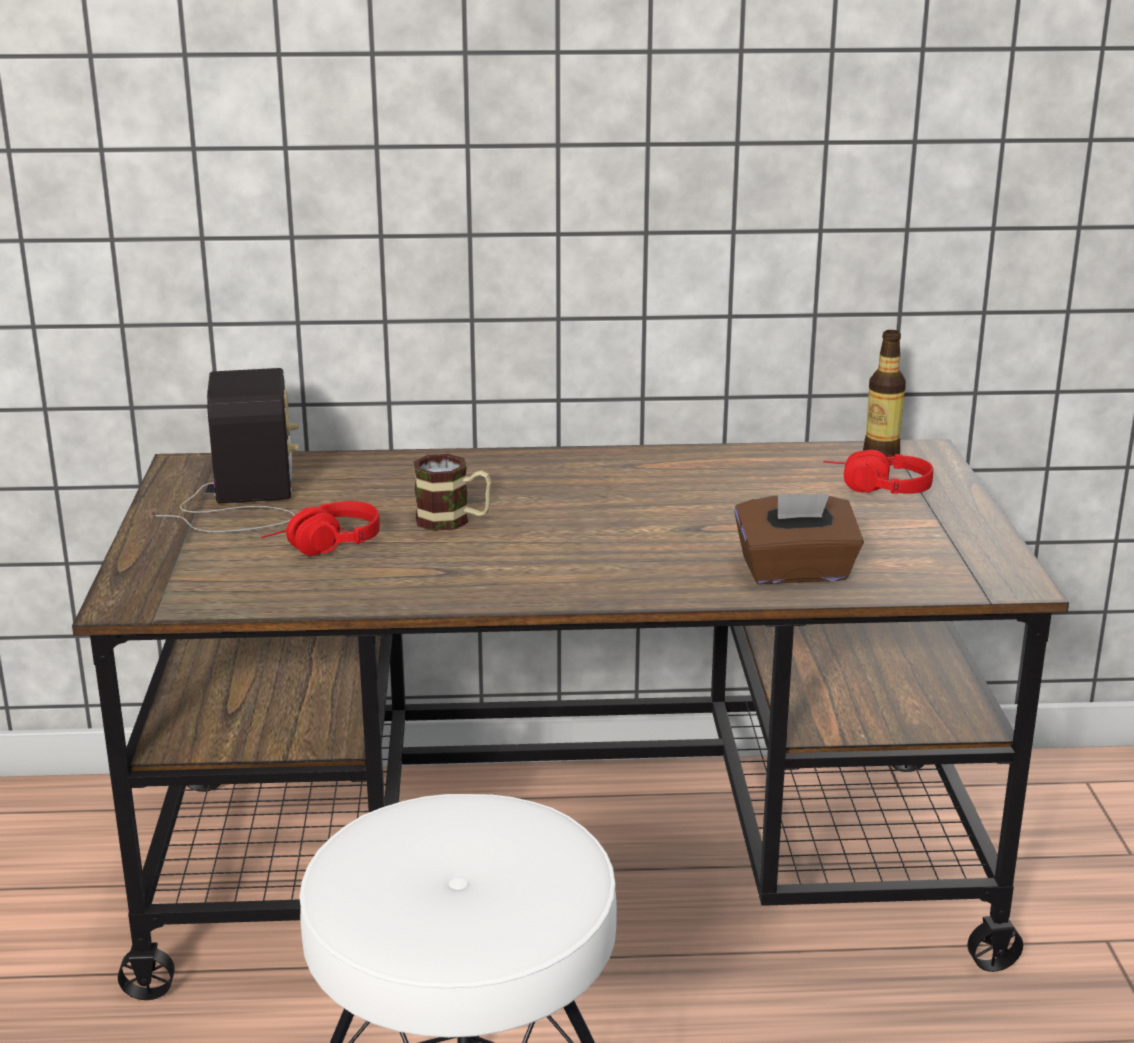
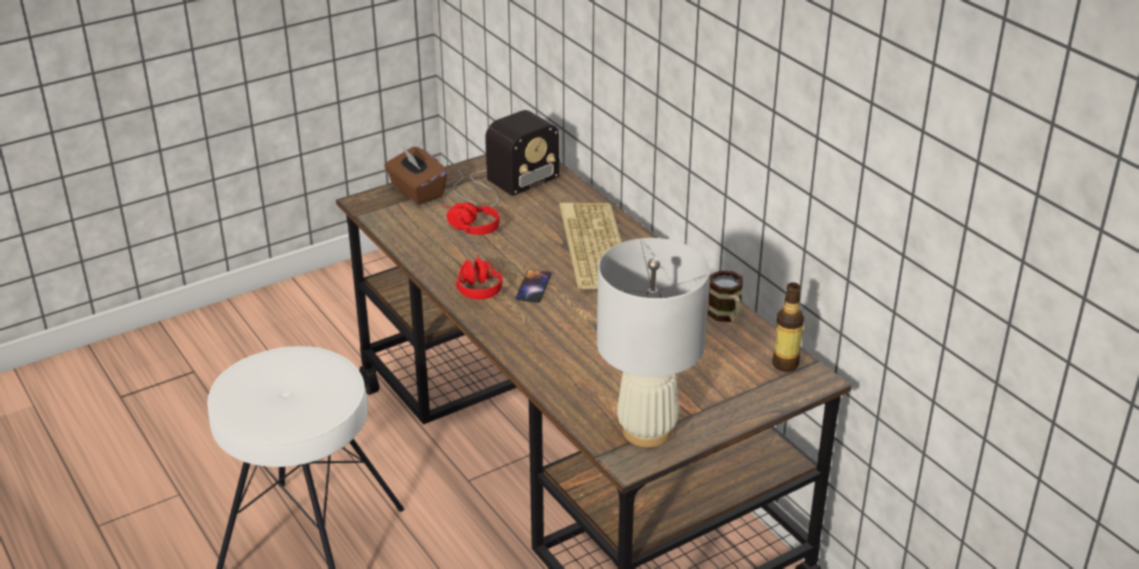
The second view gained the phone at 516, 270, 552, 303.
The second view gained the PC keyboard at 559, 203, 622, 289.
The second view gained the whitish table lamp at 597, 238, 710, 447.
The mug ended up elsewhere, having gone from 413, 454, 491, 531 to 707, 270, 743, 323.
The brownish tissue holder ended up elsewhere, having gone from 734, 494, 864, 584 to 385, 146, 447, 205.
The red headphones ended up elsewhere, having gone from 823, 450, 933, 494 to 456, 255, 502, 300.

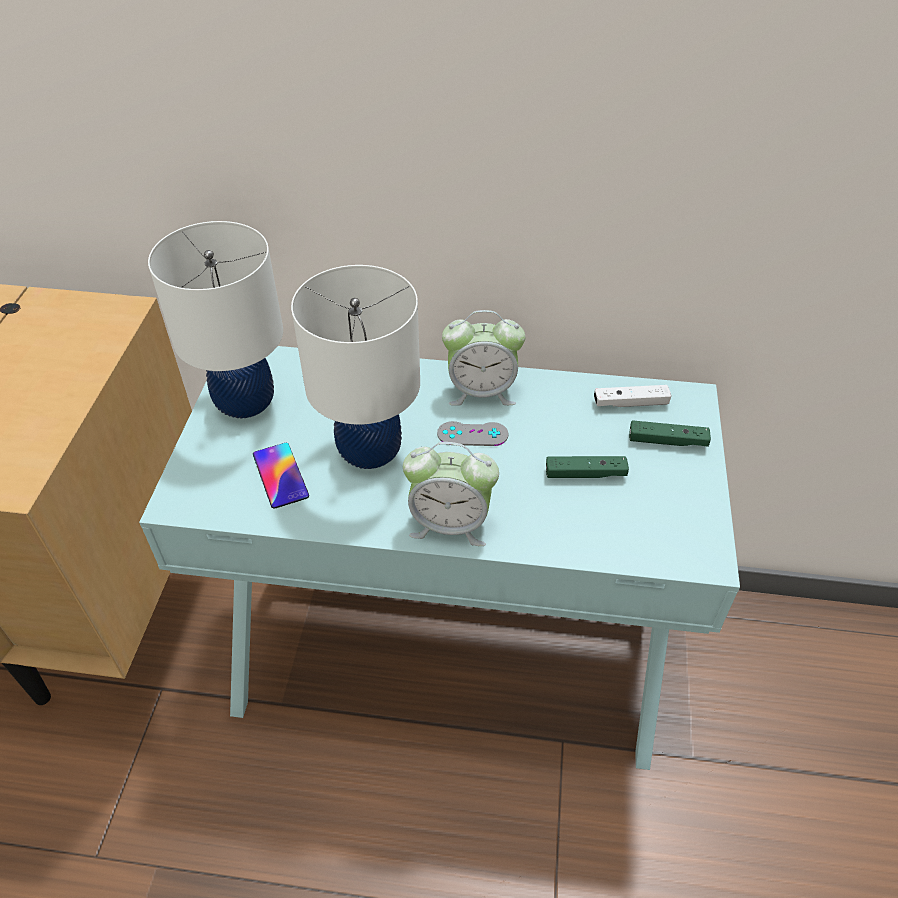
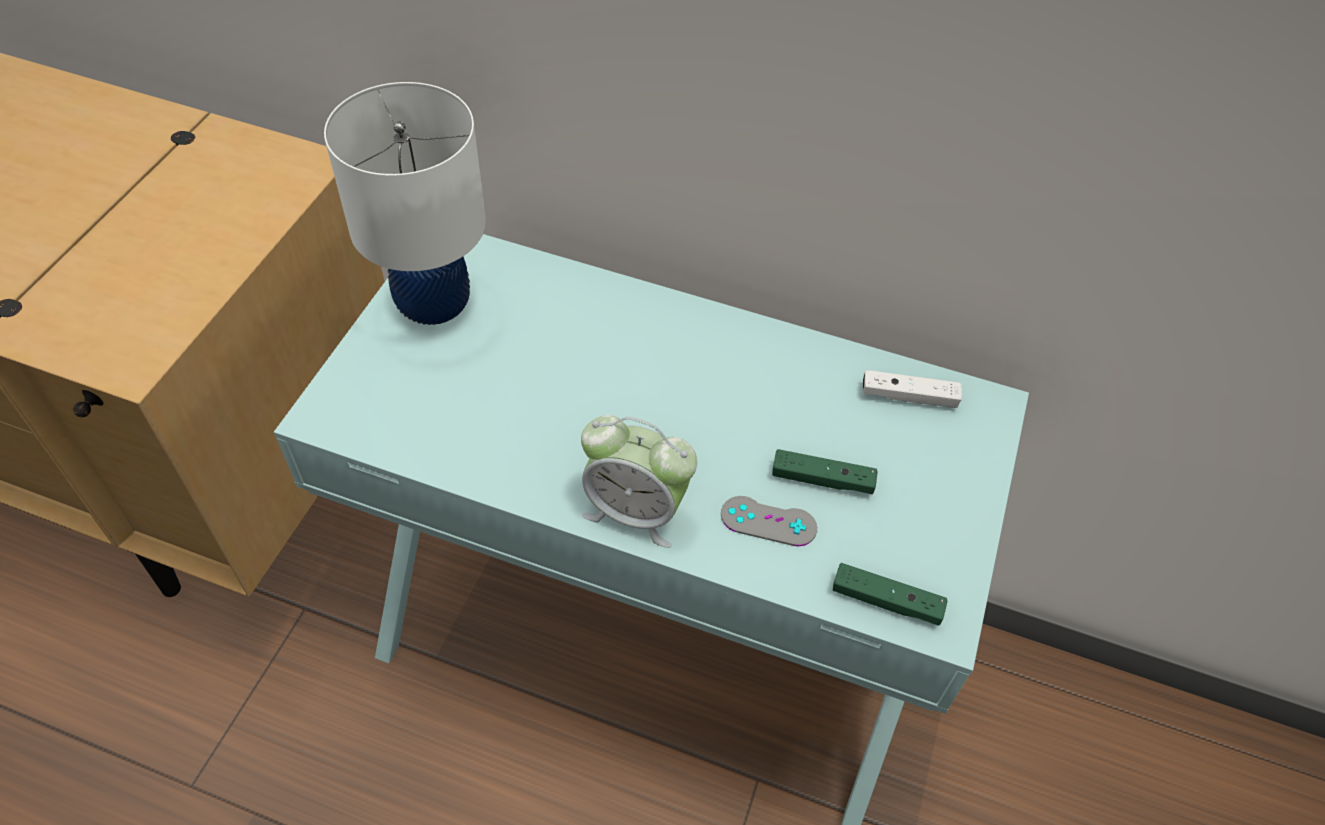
The second view lost the phone at 253, 443, 309, 509.
The second view lost the whitish table lamp at 291, 265, 420, 469.
The second view lost the bedside clock at 442, 310, 525, 406.
The greyish joypad ended up elsewhere, having gone from 437, 421, 508, 446 to 721, 496, 817, 546.
The green joypad ended up elsewhere, having gone from 629, 420, 711, 447 to 833, 563, 947, 626.

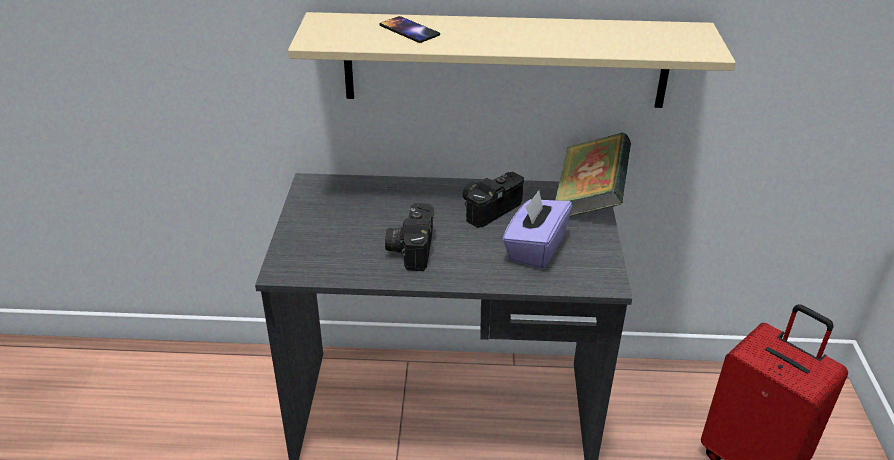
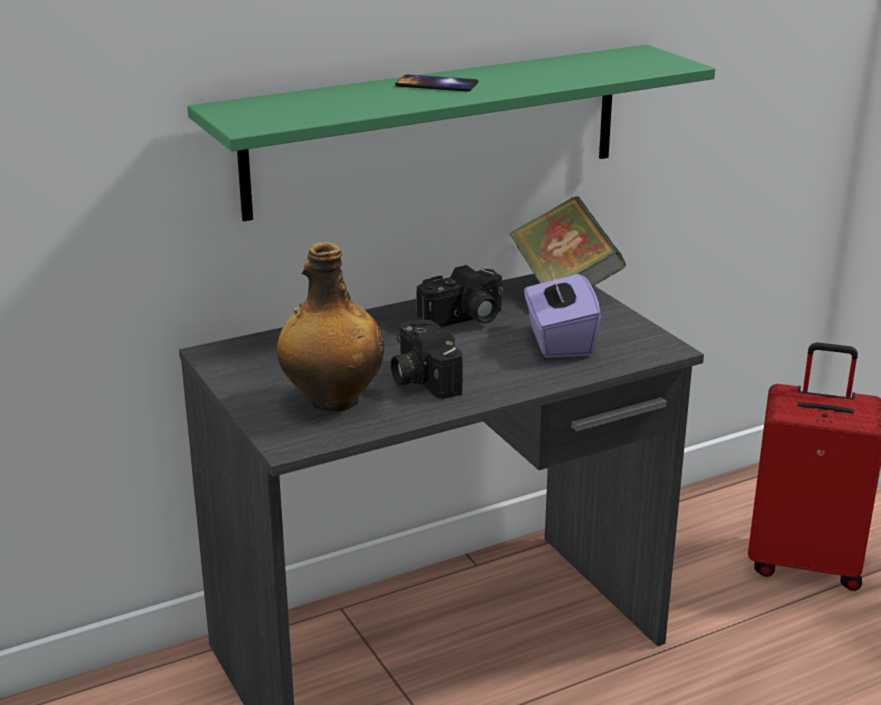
The second view gained the beverage bottle at 277, 242, 385, 412.
The phone ended up elsewhere, having gone from 379, 16, 440, 43 to 395, 75, 478, 91.
What was the beige-coloured shelf at 288, 12, 736, 108 turned into the green shelf at 187, 45, 715, 222.
The photo camera at 462, 172, 524, 228 ended up facing another way, 135 degrees counterclockwise from before.

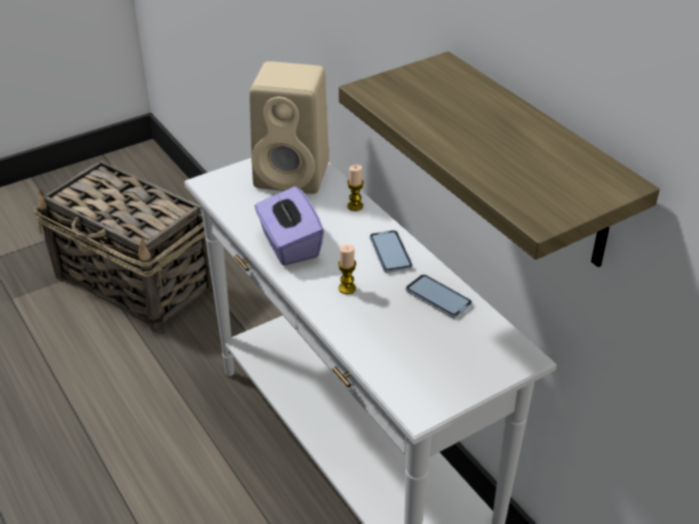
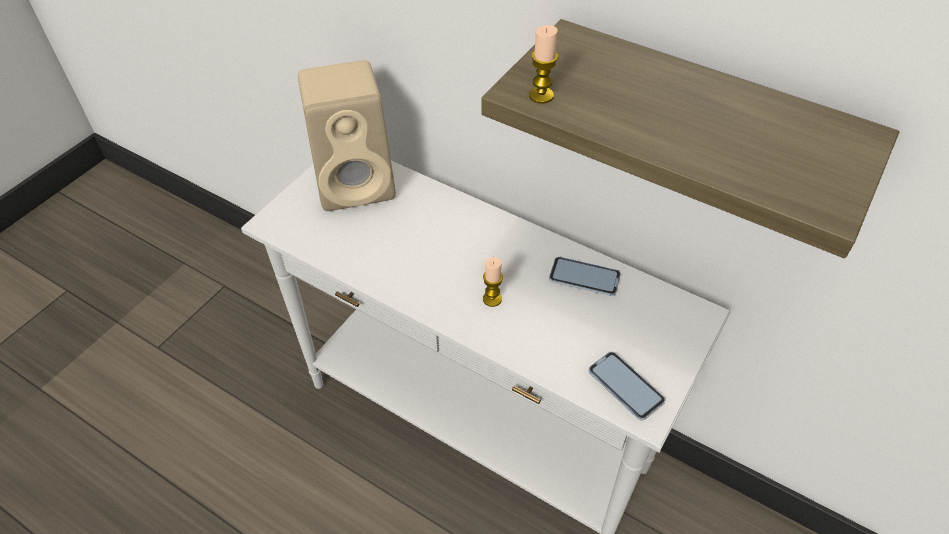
The second view lost the basket at 33, 161, 213, 333.
The second view lost the purple-coloured tissue holder at 255, 186, 324, 266.
The candle ended up elsewhere, having gone from 347, 164, 364, 211 to 529, 25, 558, 104.
The phone ended up elsewhere, having gone from 370, 230, 413, 273 to 588, 352, 665, 420.

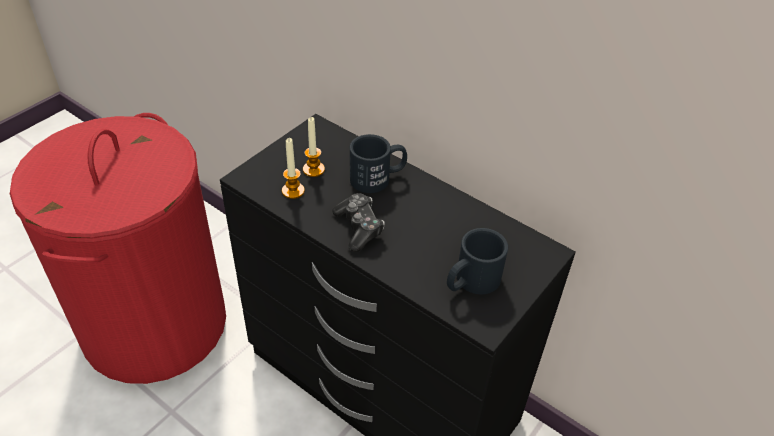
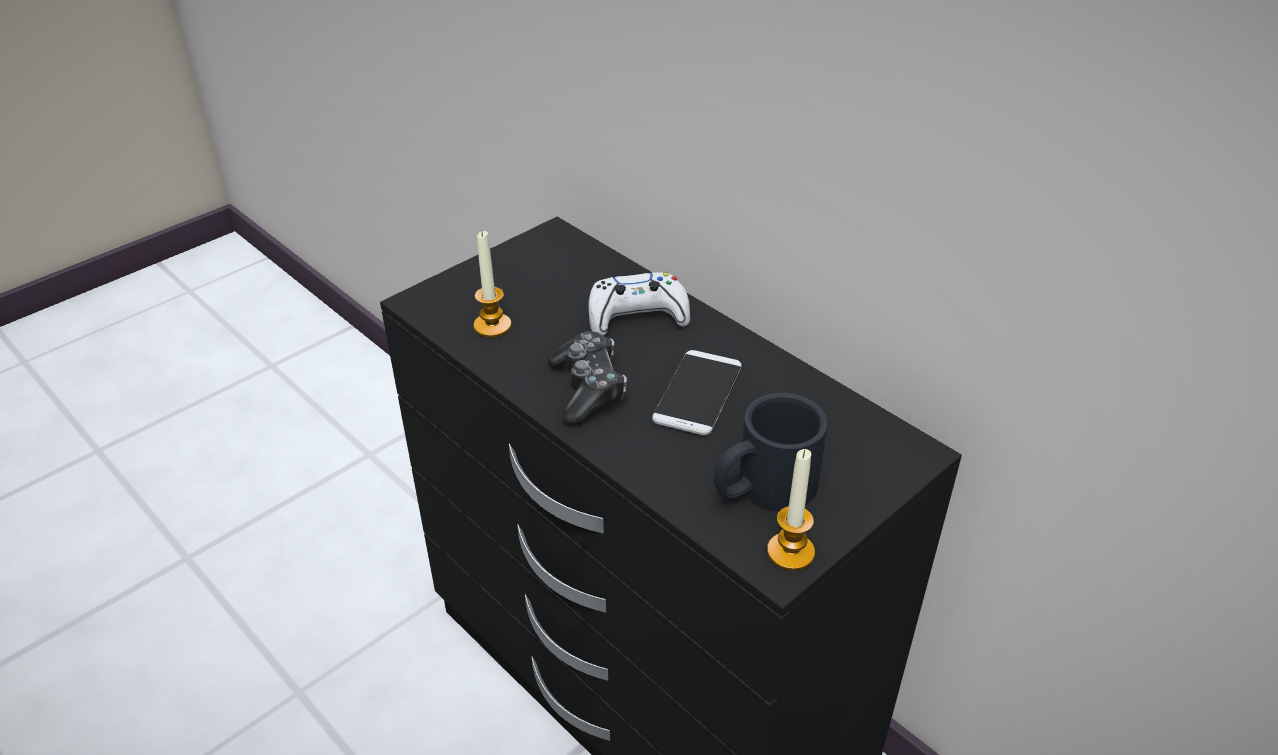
The second view lost the red laundry basket at 10, 113, 226, 384.
The second view gained the phone at 652, 350, 741, 435.
The candle ended up elsewhere, having gone from 303, 117, 325, 177 to 767, 449, 815, 571.
Where the black mug stood at 350, 134, 407, 193, the whitish joypad came to stand at 588, 272, 690, 336.

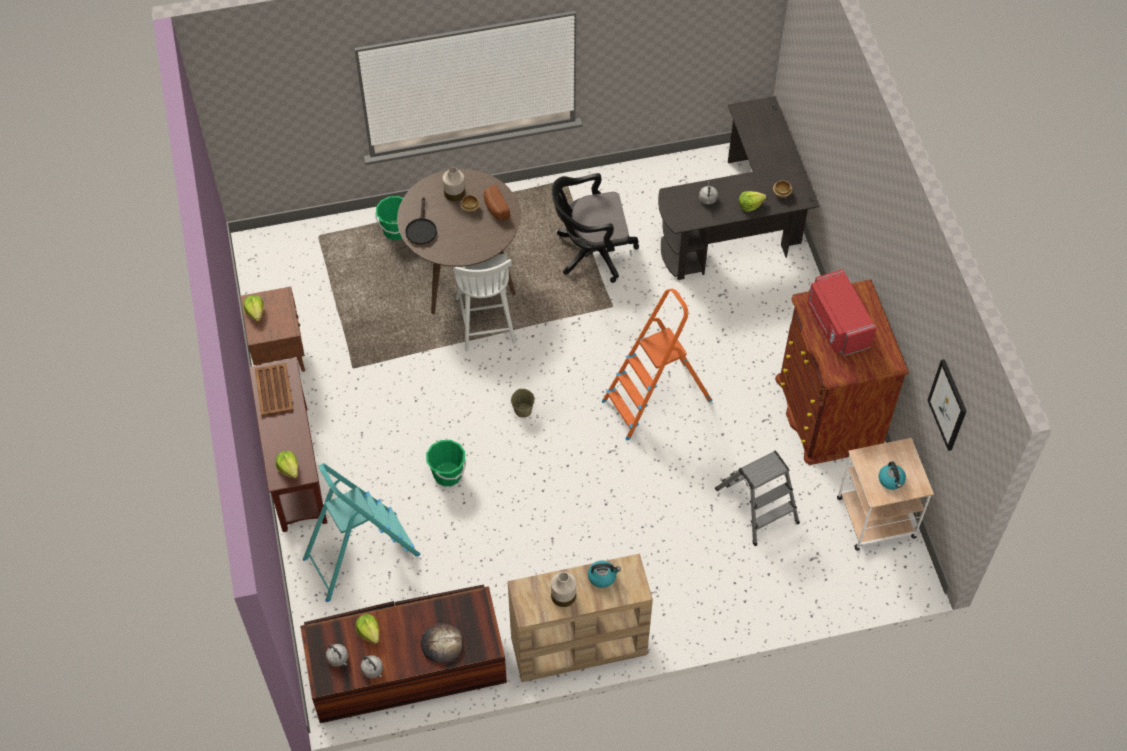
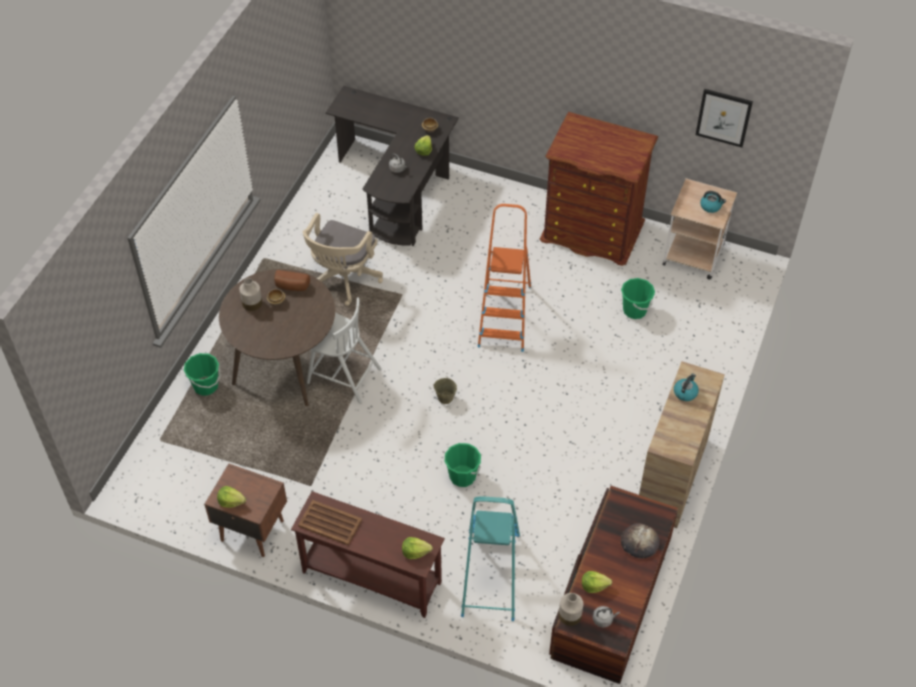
The second view lost the greyish tea kettle at 361, 655, 383, 678.
The second view lost the black skillet at 405, 197, 437, 245.
The second view lost the red kitchen microwave at 807, 269, 876, 356.
The beige-coloured decorative vase ended up elsewhere, having gone from 551, 572, 576, 607 to 558, 593, 583, 626.
Where the greyish step ladder stood at 715, 450, 800, 546, the green pail came to stand at 621, 278, 655, 319.
What was the black office chair at 551, 173, 639, 283 turned into the beige-coloured office chair at 303, 213, 383, 306.

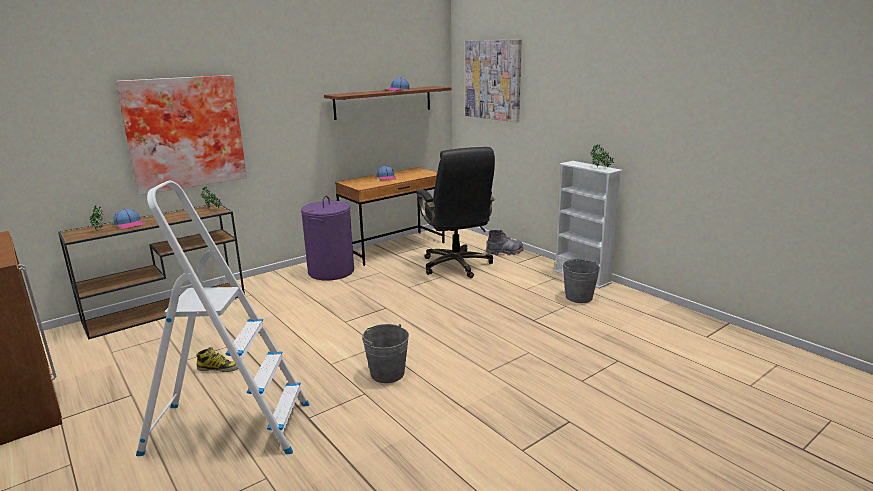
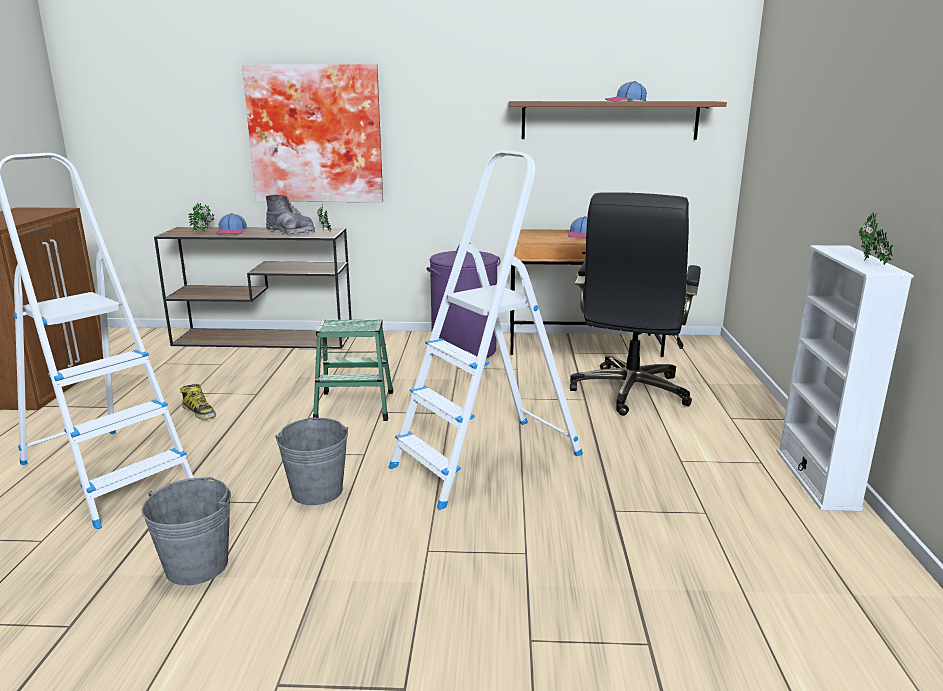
The second view lost the wall art at 465, 39, 522, 122.
The second view gained the green step ladder at 313, 319, 393, 421.
The second view gained the whitish step ladder at 388, 150, 583, 510.
The greyish tall boot ended up elsewhere, having gone from 486, 230, 524, 255 to 266, 195, 315, 236.
The greyish pail ended up elsewhere, having gone from 563, 259, 600, 303 to 142, 477, 231, 585.

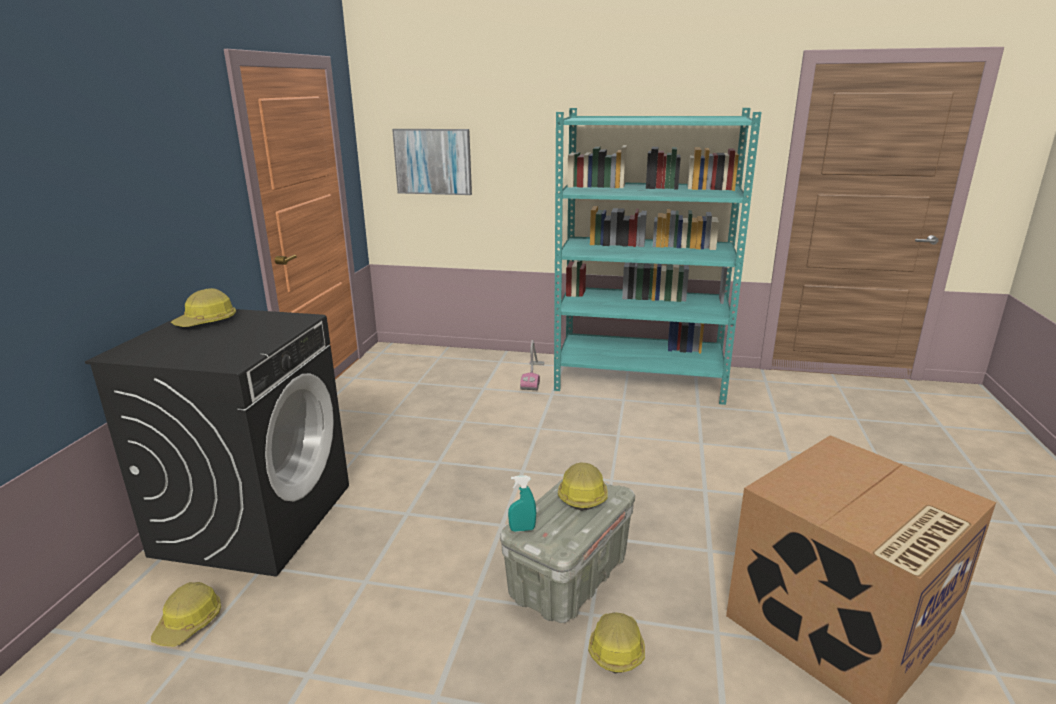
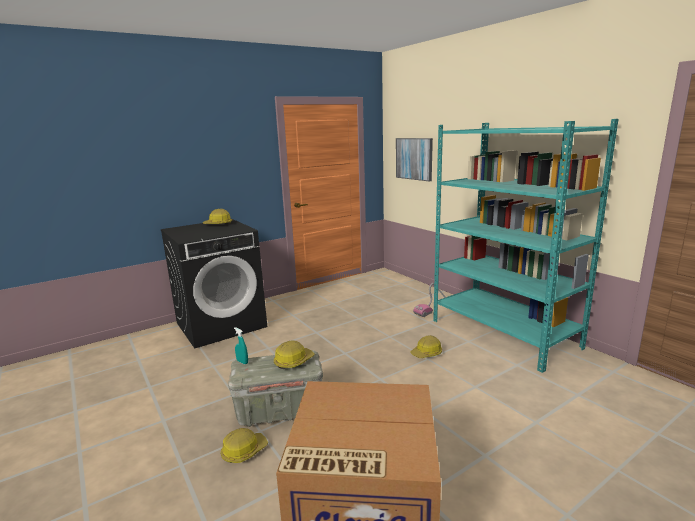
The work helmet ended up elsewhere, having gone from 151, 582, 221, 647 to 410, 335, 442, 358.

